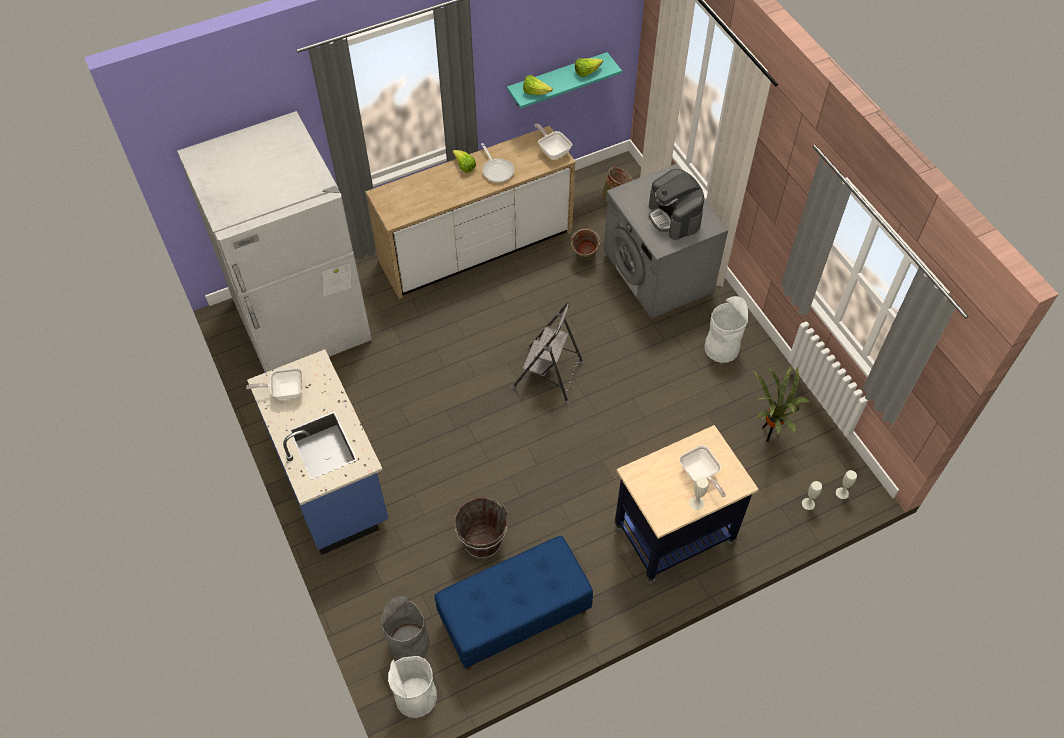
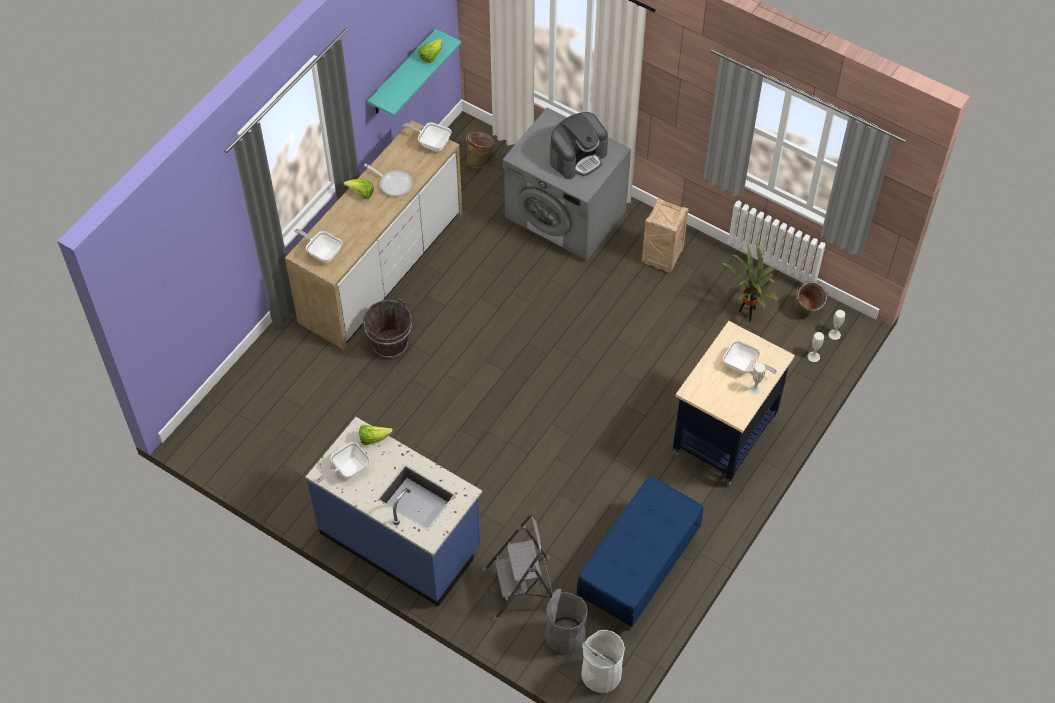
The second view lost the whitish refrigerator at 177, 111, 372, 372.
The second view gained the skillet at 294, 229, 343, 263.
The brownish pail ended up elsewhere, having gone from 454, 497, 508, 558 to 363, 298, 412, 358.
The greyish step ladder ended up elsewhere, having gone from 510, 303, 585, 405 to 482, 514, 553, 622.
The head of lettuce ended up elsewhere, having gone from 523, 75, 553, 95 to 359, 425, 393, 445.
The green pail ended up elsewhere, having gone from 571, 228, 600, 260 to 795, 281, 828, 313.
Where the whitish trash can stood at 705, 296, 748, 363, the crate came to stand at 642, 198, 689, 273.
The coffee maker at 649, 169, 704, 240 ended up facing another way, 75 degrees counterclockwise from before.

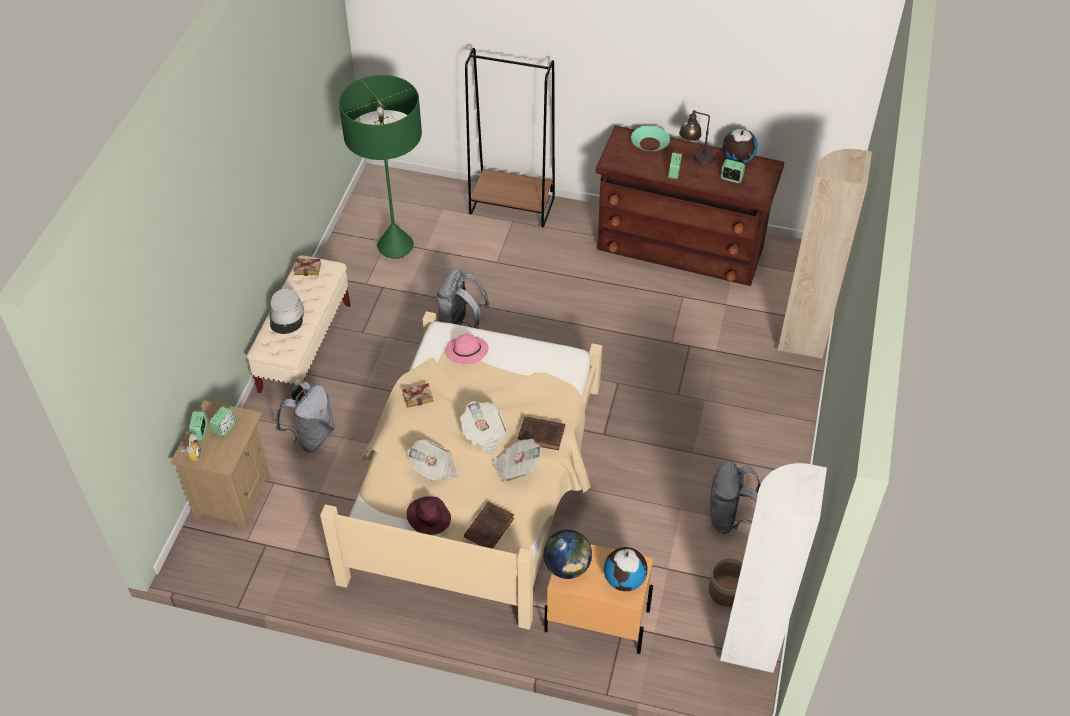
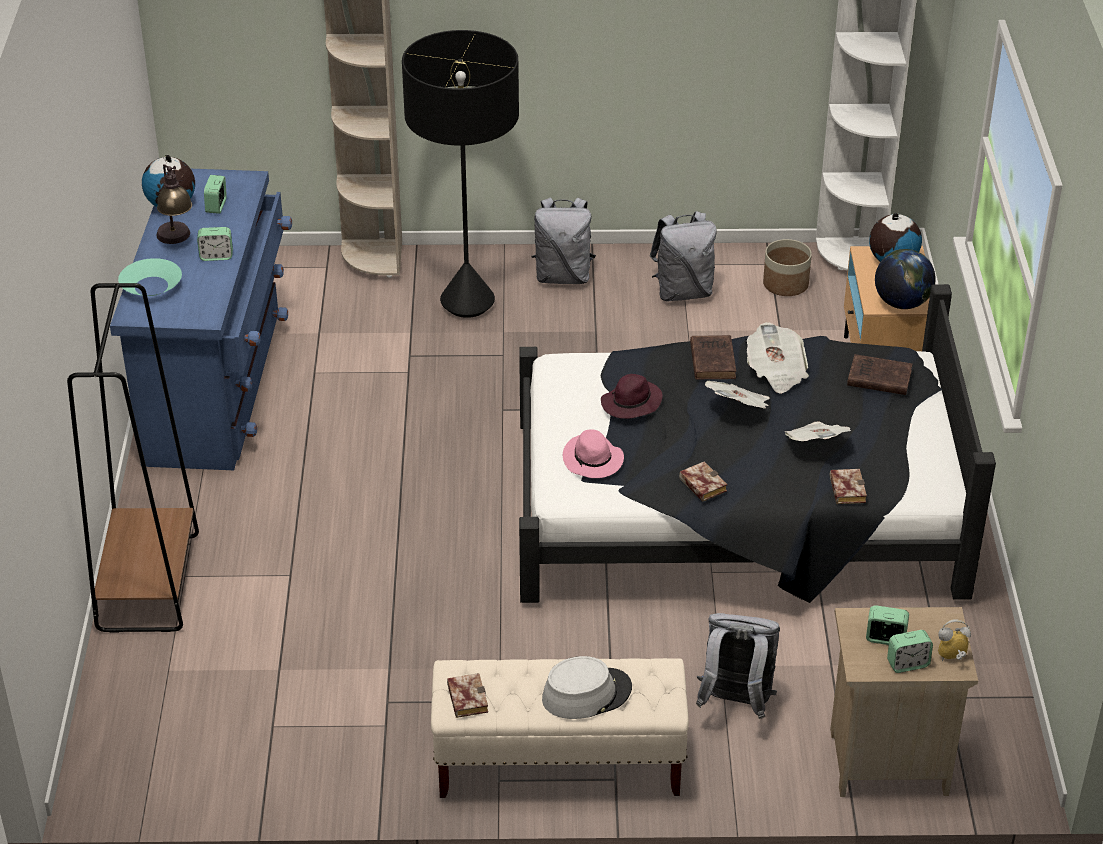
The second view lost the green floor lamp at 339, 75, 422, 259.
The second view gained the black floor lamp at 402, 30, 519, 318.
The second view gained the book at 830, 469, 867, 504.
The purple-coloured clothing hat ended up elsewhere, having gone from 406, 496, 451, 535 to 601, 374, 663, 419.
The greyish backpack ended up elsewhere, having gone from 436, 268, 490, 329 to 532, 197, 596, 284.
What was the beige-coloured sleeping bed at 320, 311, 602, 630 turned into the black sleeping bed at 519, 284, 996, 603.
What was the brownish chest of drawers at 596, 125, 784, 286 turned into the bluish chest of drawers at 110, 169, 292, 470.

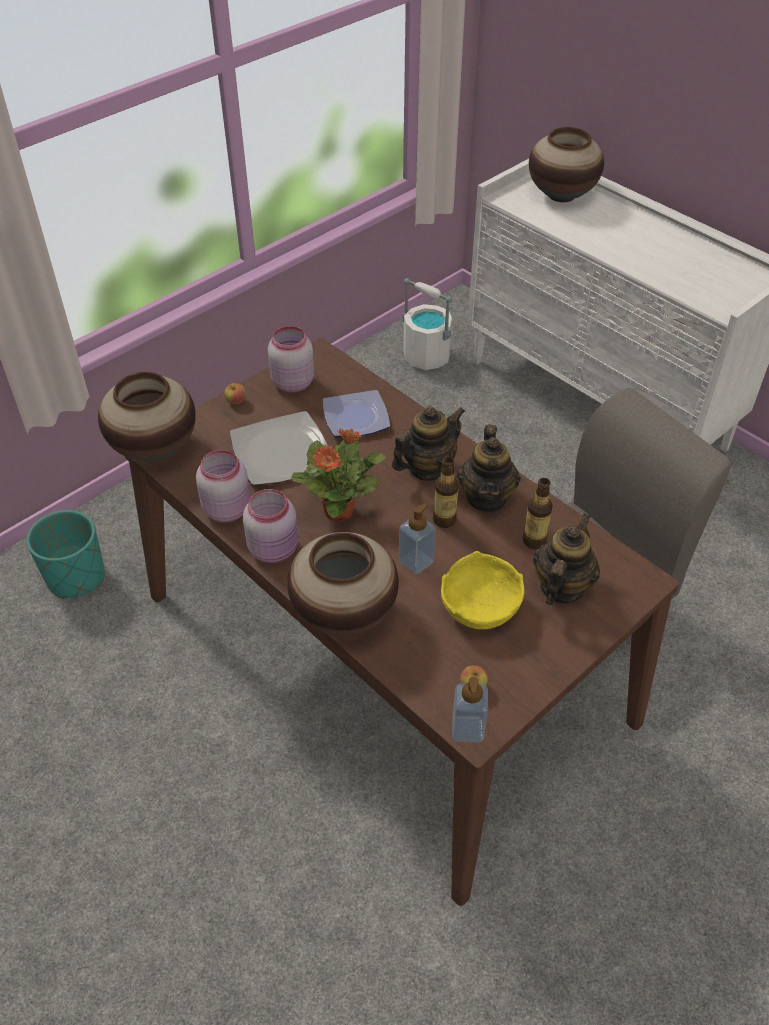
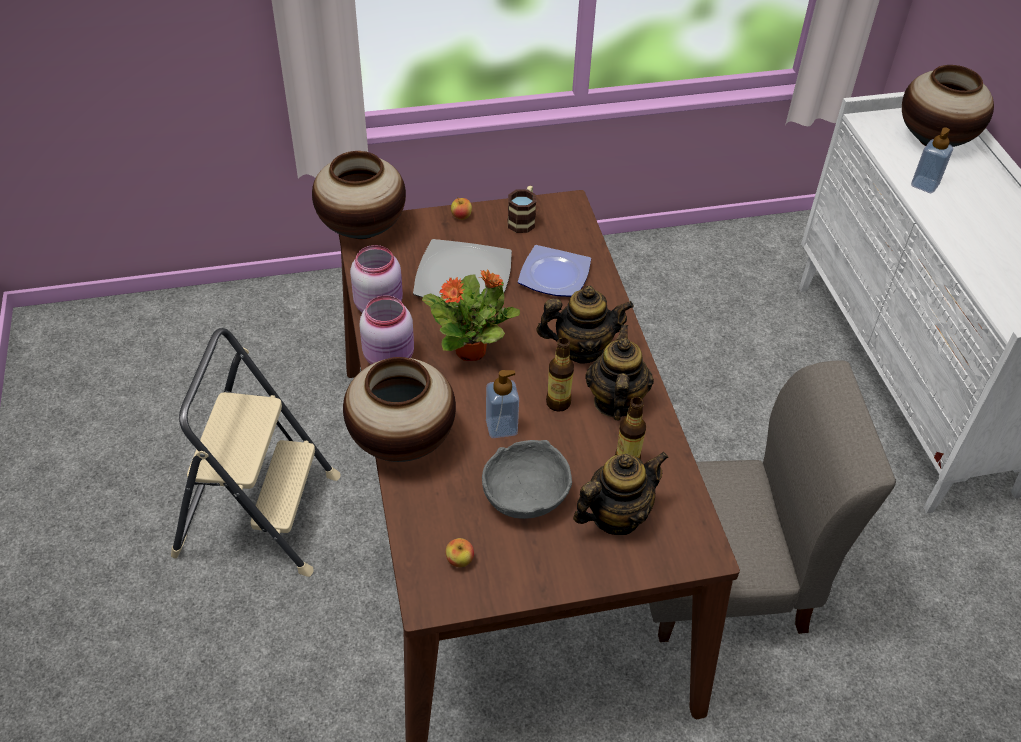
The second view lost the turquoise planter at 27, 510, 105, 599.
The second view lost the whitish pail at 403, 278, 452, 370.
The second view gained the beige-coloured step ladder at 171, 328, 341, 577.
The liquid soap bottle ended up elsewhere, having gone from 452, 677, 488, 743 to 911, 127, 953, 193.
Where the pink-coloured jar stood at 268, 326, 314, 393, the mug came to stand at 507, 185, 536, 233.
What was the yellow serving bowl at 441, 551, 525, 629 turned into the greyish serving bowl at 482, 440, 572, 519.
The tea pot at 457, 425, 521, 513 ended up facing another way, 150 degrees clockwise from before.

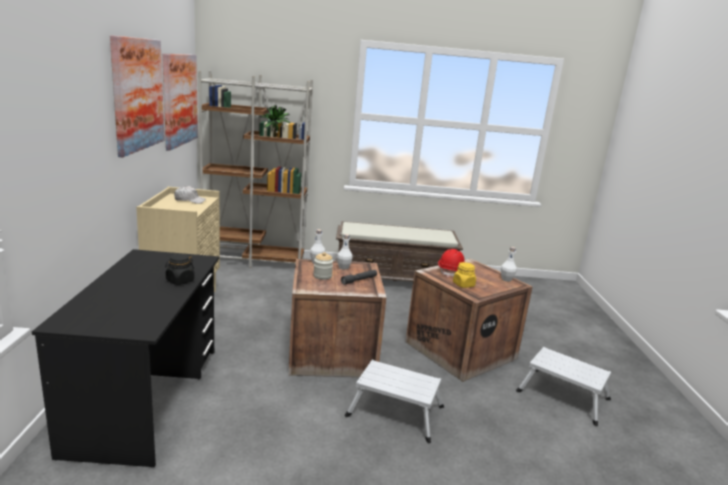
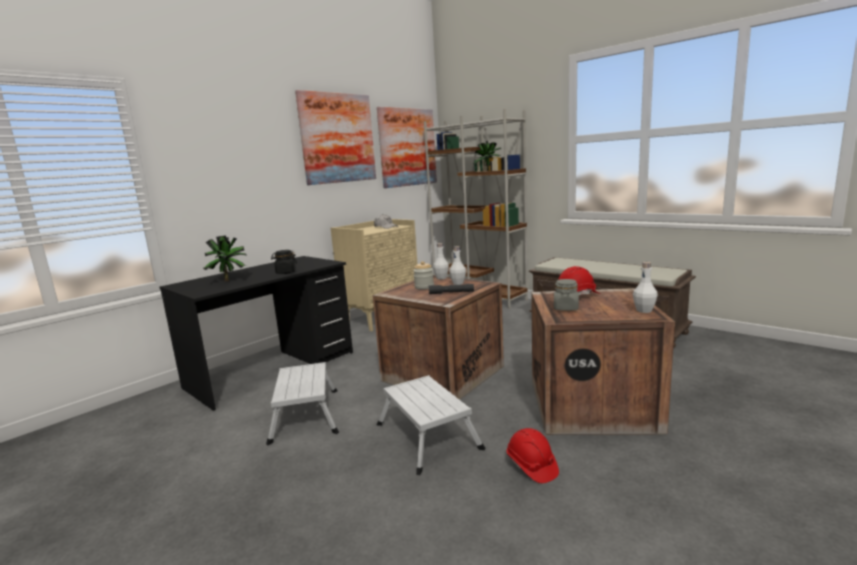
The second view gained the plant in a pot at 204, 236, 246, 282.
The second view gained the red work helmet at 507, 428, 559, 483.
The whitish step ladder ended up elsewhere, having gone from 516, 347, 611, 426 to 266, 362, 339, 445.
What was the yellow jar at 453, 262, 476, 288 turned into the greyish jar at 554, 279, 579, 311.

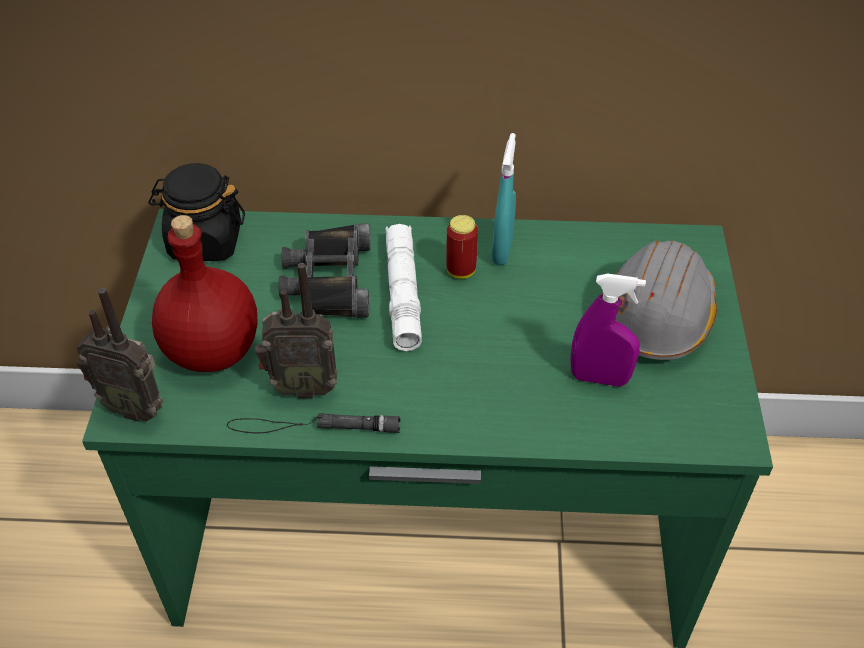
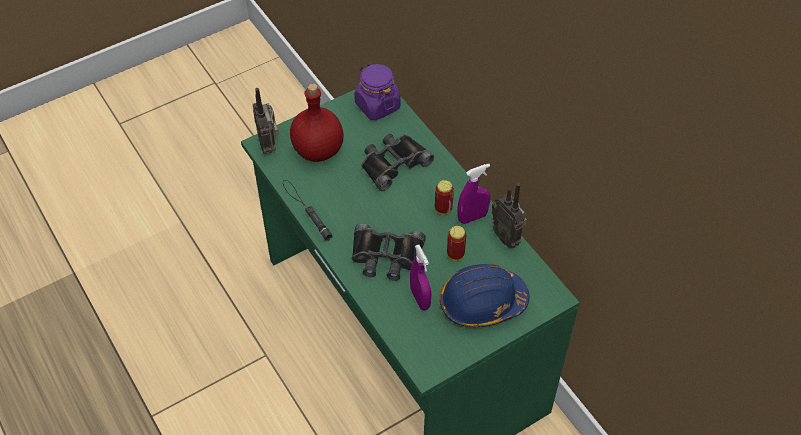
The second view lost the whitish torch at 385, 224, 422, 351.
The second view gained the black binoculars at 352, 223, 426, 281.
The second view gained the metal can at 447, 226, 466, 261.
The radio set ended up elsewhere, having gone from 255, 263, 338, 399 to 492, 183, 527, 248.
What was the black jar at 148, 163, 245, 261 turned into the purple-coloured jar at 354, 63, 401, 120.
What was the turquoise sprayer at 492, 133, 516, 265 turned into the purple-coloured sprayer at 458, 164, 491, 224.
What was the greyish work helmet at 602, 241, 717, 360 turned into the bluish work helmet at 440, 264, 530, 327.

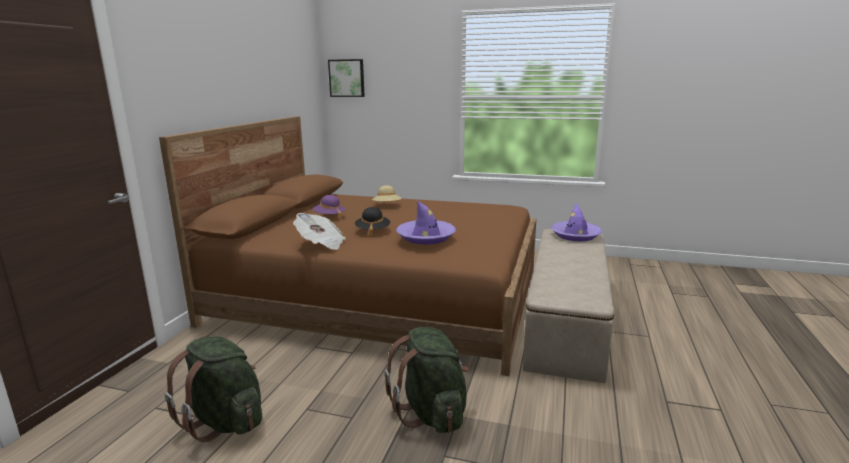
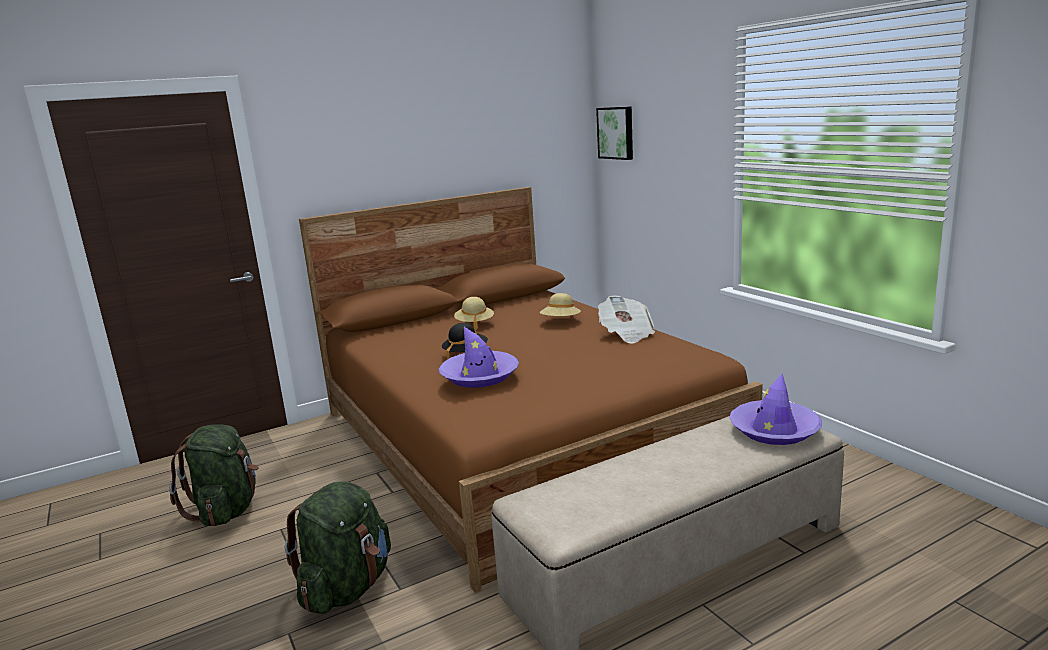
The newspaper ended up elsewhere, having gone from 293, 213, 346, 250 to 598, 295, 655, 344.
What was the purple-coloured clothing hat at 313, 195, 346, 220 turned into the beige-coloured clothing hat at 454, 297, 494, 330.

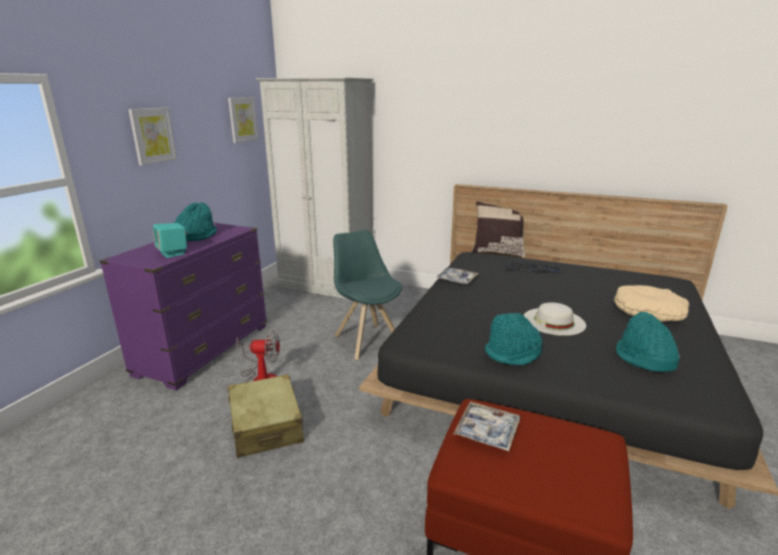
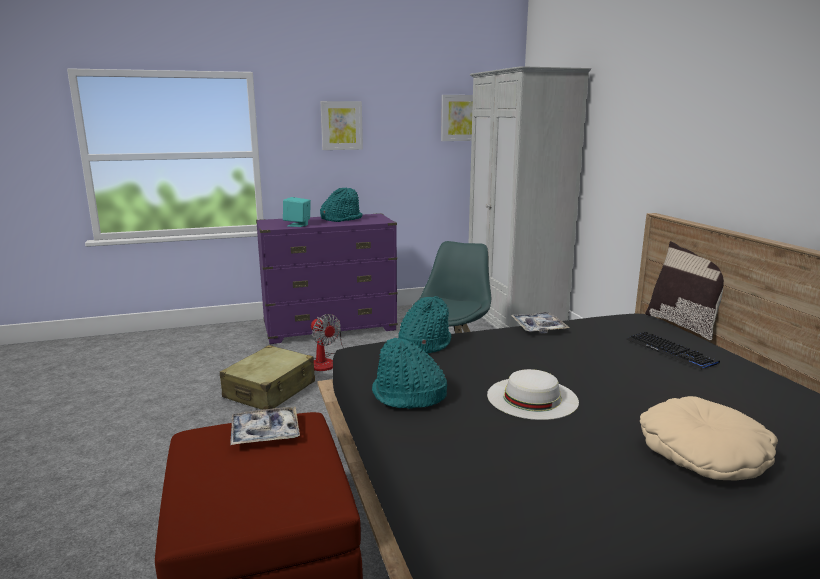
The turquoise clothing hat ended up elsewhere, having gone from 616, 312, 680, 372 to 398, 296, 451, 353.

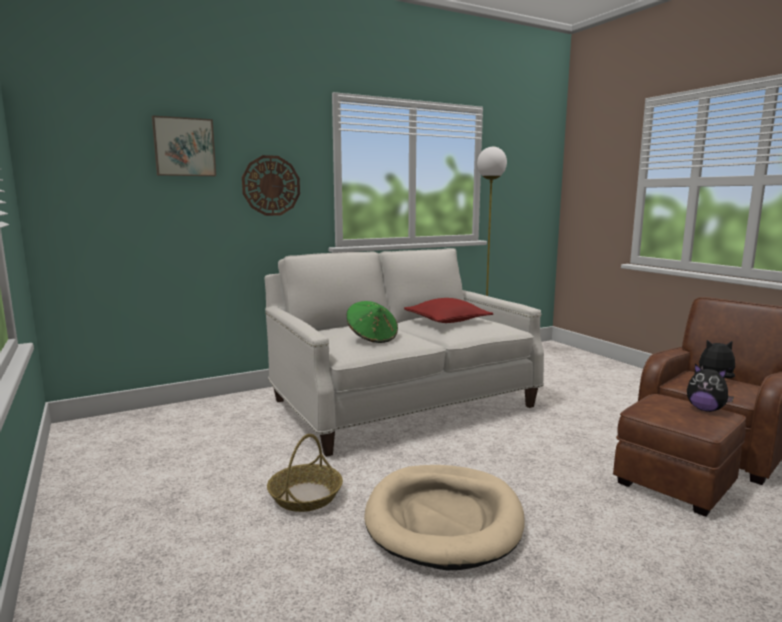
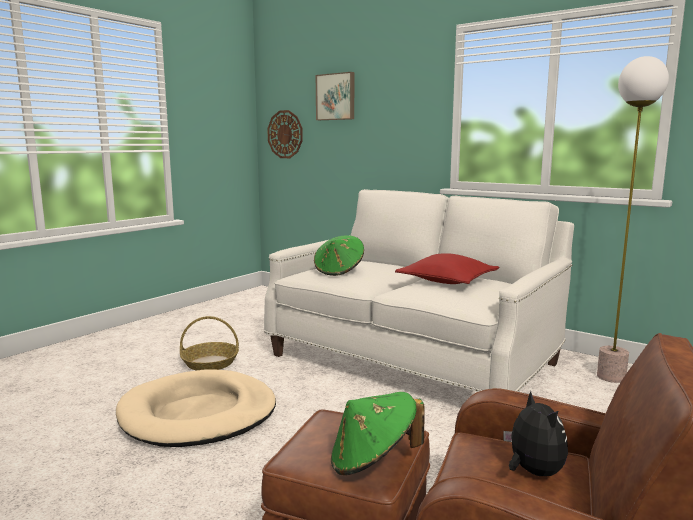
The hanging clock ended up elsewhere, having gone from 242, 155, 300, 216 to 267, 110, 303, 158.
Where the plush toy stood at 687, 364, 734, 412, the green clothing hat came to stand at 331, 392, 424, 475.

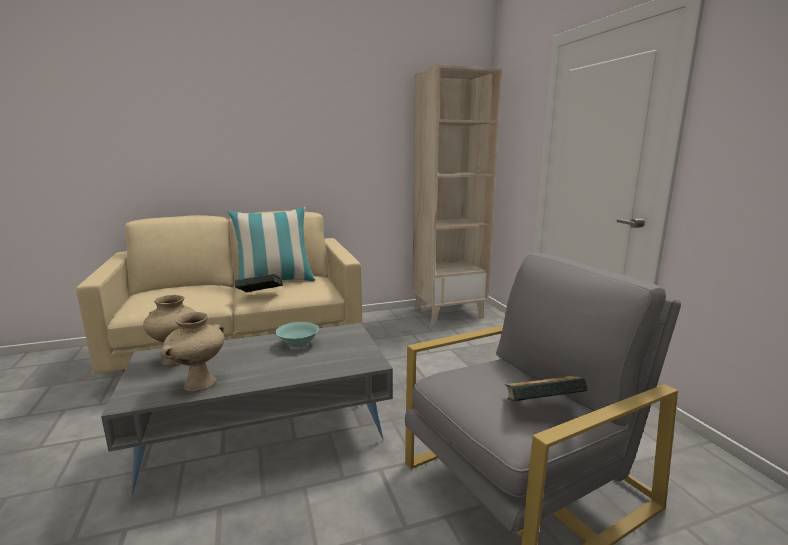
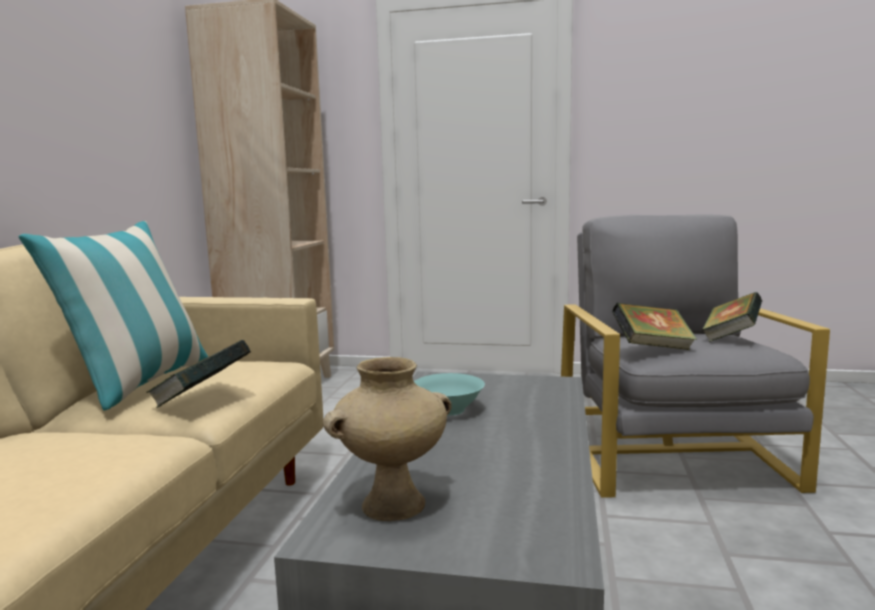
The second view lost the beige-coloured decorative vase at 160, 312, 224, 392.
The second view gained the book at 612, 303, 697, 350.

